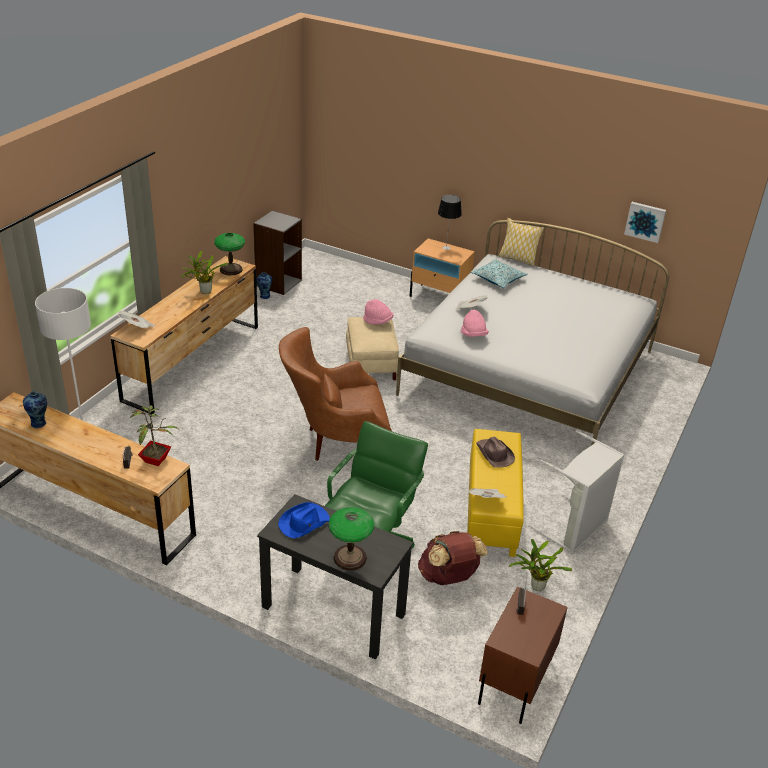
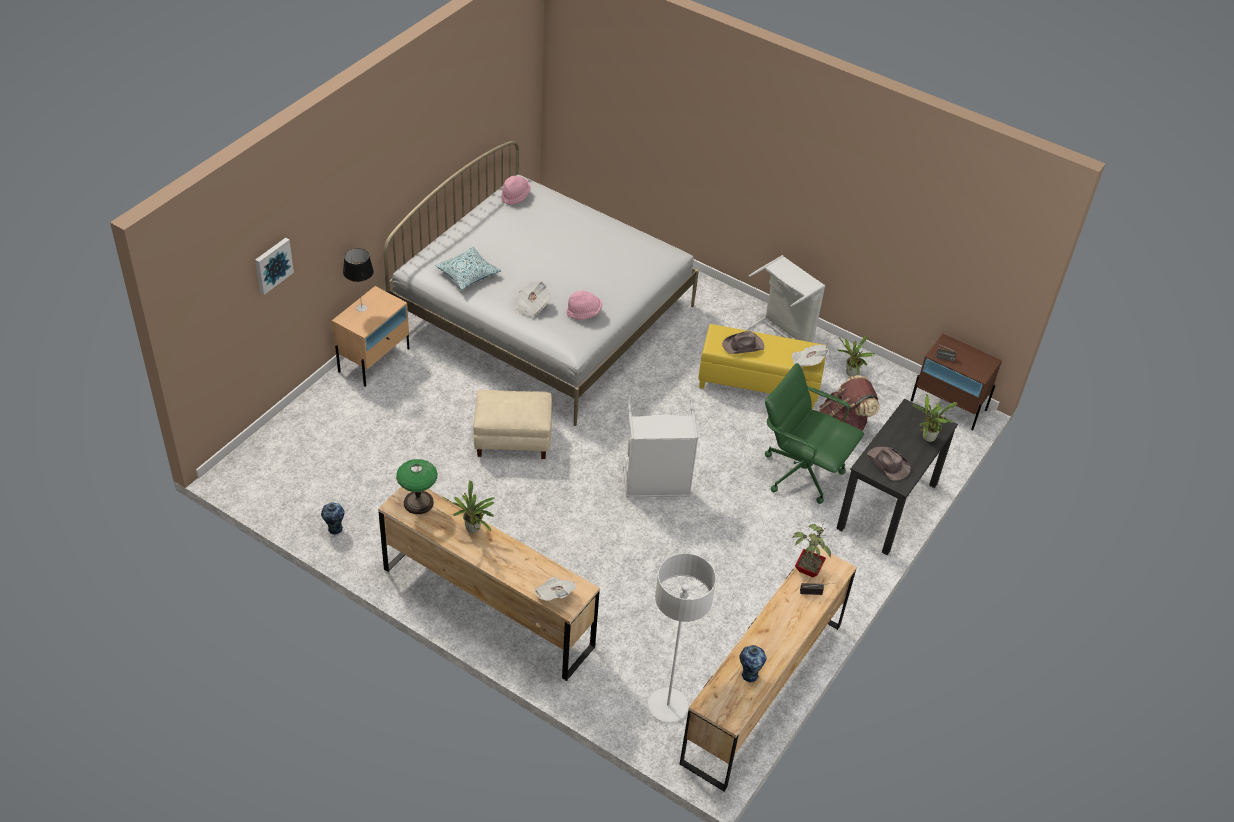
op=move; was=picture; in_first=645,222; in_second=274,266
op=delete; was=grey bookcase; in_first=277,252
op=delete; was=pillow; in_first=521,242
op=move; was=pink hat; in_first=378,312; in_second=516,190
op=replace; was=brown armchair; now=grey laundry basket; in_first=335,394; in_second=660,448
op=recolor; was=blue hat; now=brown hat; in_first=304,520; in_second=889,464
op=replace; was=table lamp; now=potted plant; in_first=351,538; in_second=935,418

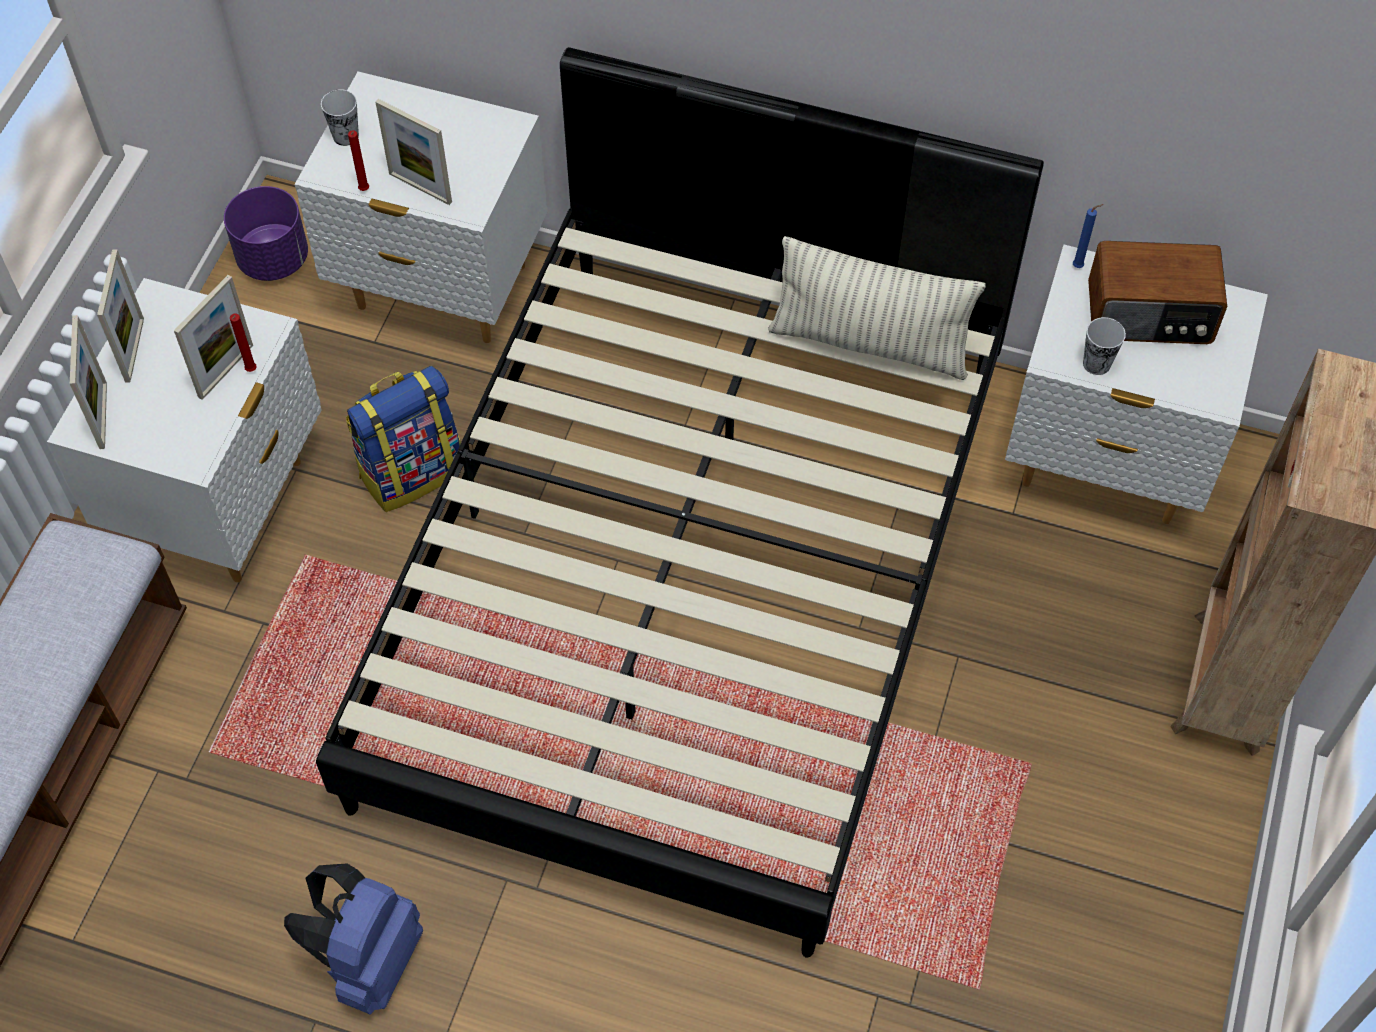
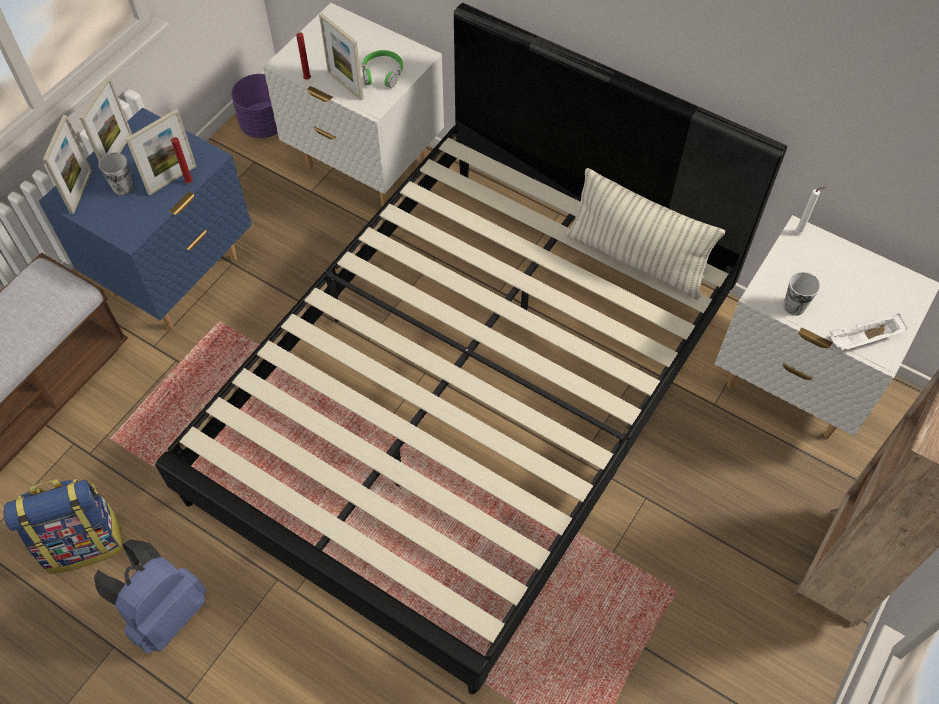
op=move; was=cup; in_first=340,117; in_second=116,174
op=recolor; was=blue candle; now=white candle; in_first=1088,236; in_second=811,210
op=delete; was=radio; in_first=1157,292
op=recolor; was=white nightstand; now=blue nightstand; in_first=184,430; in_second=145,218
op=move; was=backpack; in_first=403,439; in_second=63,526
op=insert; now=green headphones; in_second=382,69
op=insert; now=white tray; in_second=868,332

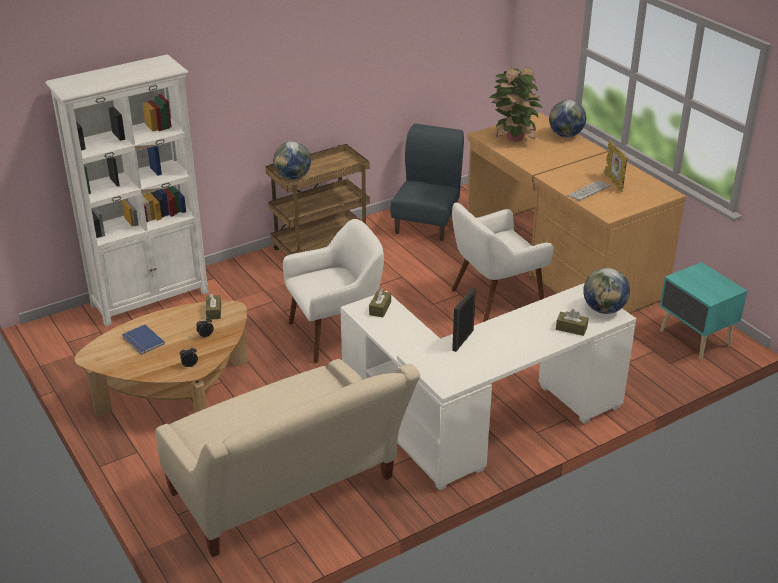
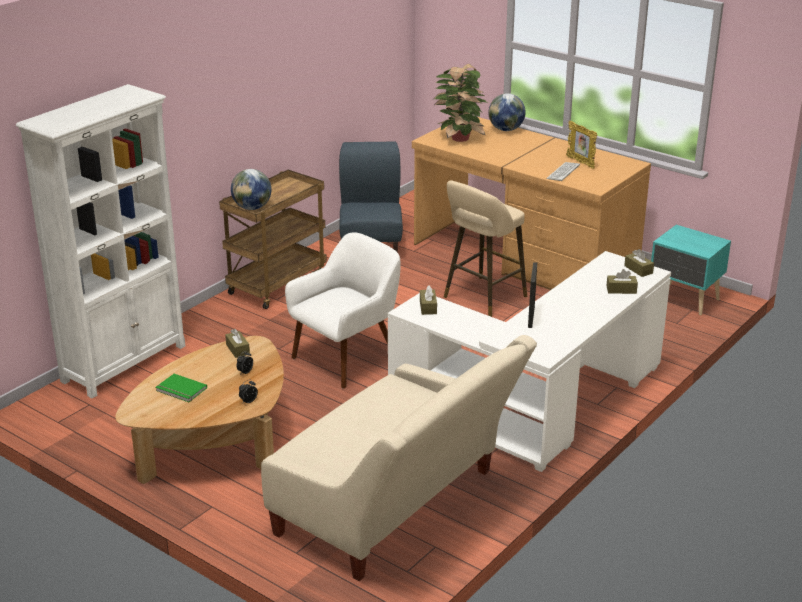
op=replace; was=white armchair; now=beige stool; in_first=502,262; in_second=485,248
op=replace; was=globe; now=brown tissue box; in_first=606,291; in_second=639,263
op=recolor; was=blue book; now=green book; in_first=143,340; in_second=181,388

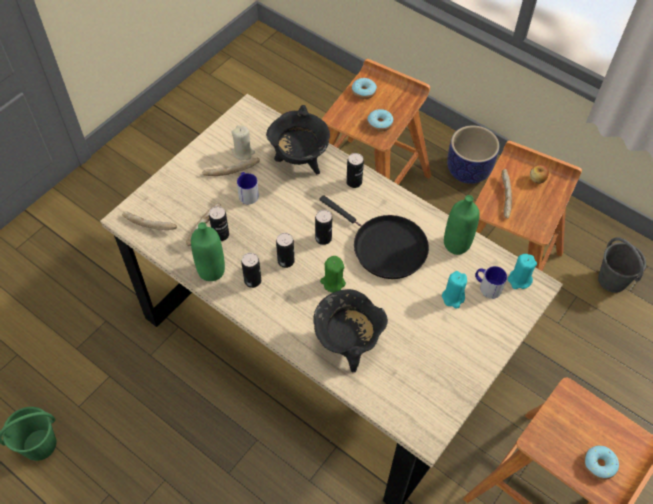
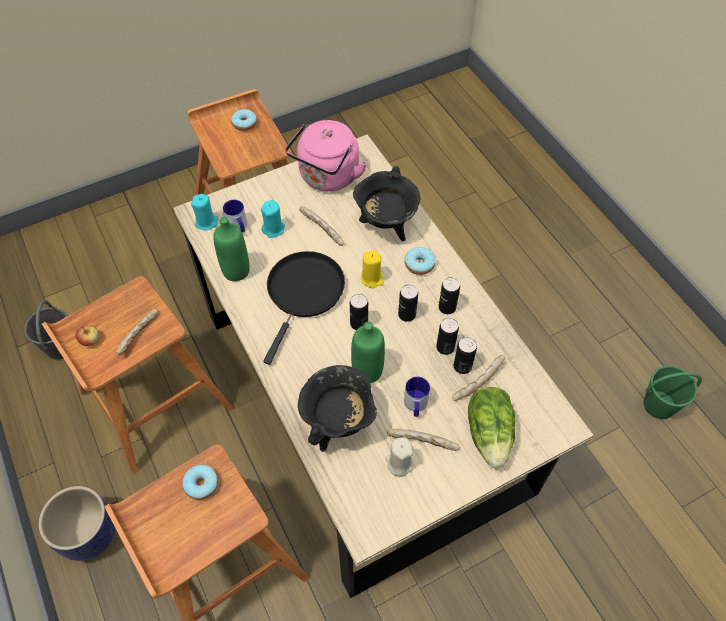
op=move; was=donut; in_first=364,88; in_second=420,261
op=move; was=can; in_first=355,170; in_second=447,336
op=rotate; was=black frying pan; in_first=374,237; in_second=304,308; clockwise=45
op=move; was=bread; in_first=149,220; in_second=322,226
op=move; was=green bottle; in_first=208,251; in_second=368,352
op=recolor; was=green candle; now=yellow candle; in_first=333,274; in_second=372,269
op=insert; now=pink kettle; in_second=326,155
op=insert; now=lettuce; in_second=492,427

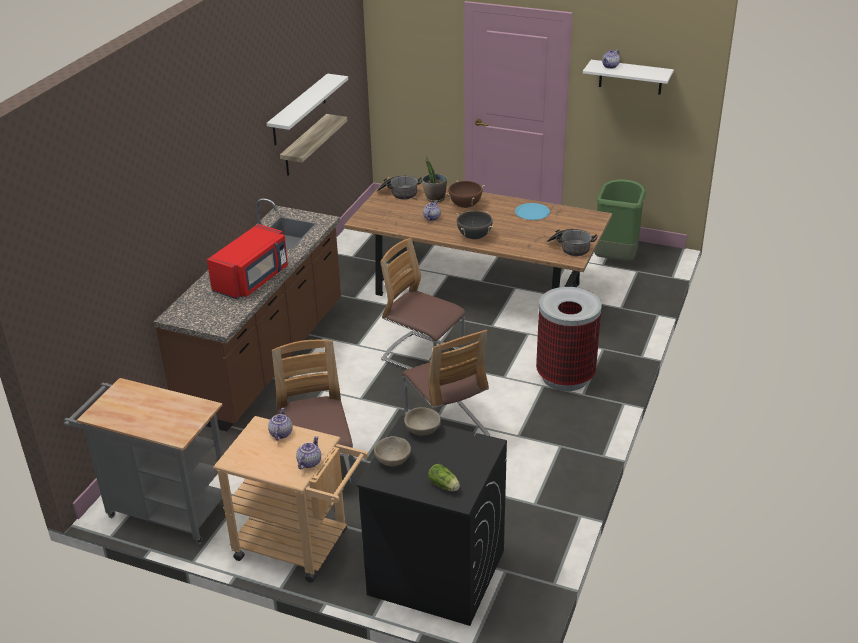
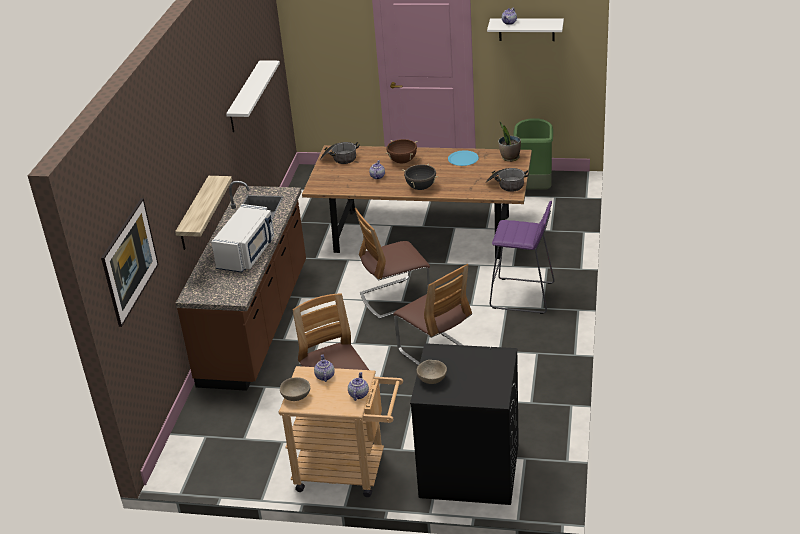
op=move; was=shelf; in_first=313,145; in_second=203,213
op=move; was=potted plant; in_first=434,179; in_second=509,141
op=recolor; was=red microwave; now=white microwave; in_first=247,261; in_second=242,238
op=rotate; was=chair; in_first=423,303; in_second=392,263; clockwise=-45
op=replace; was=trash can; now=purple stool; in_first=569,339; in_second=522,257
op=delete; was=grey cart; in_first=143,461
op=move; was=beige bowl; in_first=422,421; in_second=295,389
op=delete; was=lettuce; in_first=444,477
op=insert; now=picture; in_second=130,262

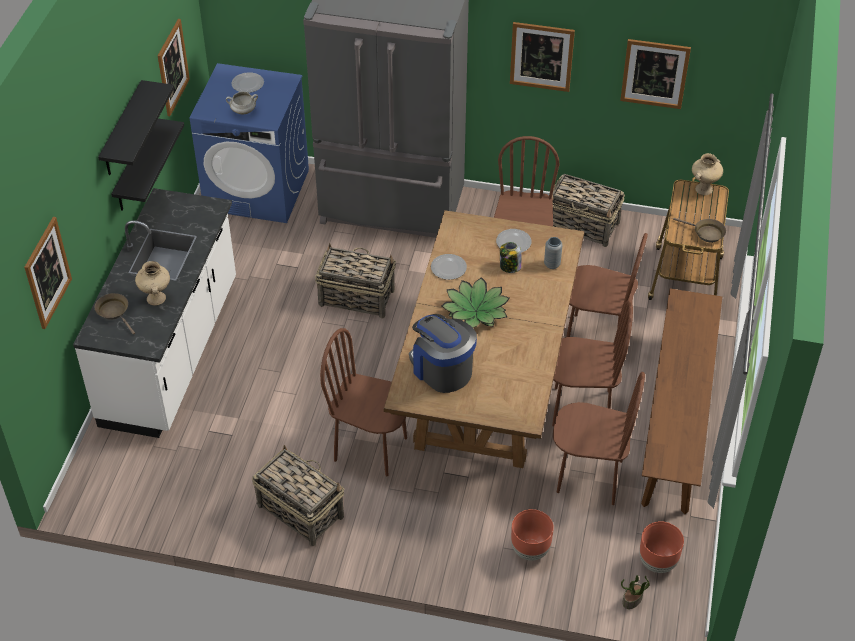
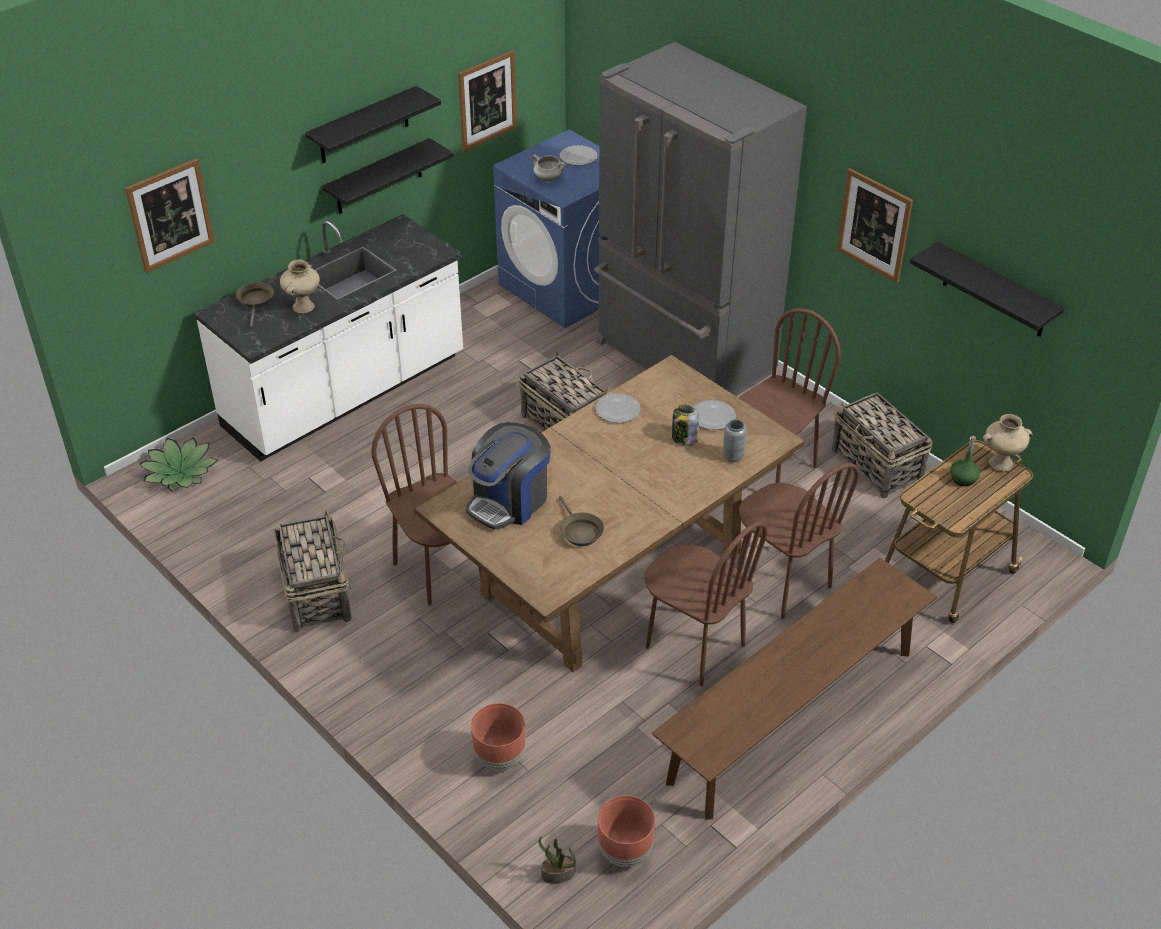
op=replace; was=picture; now=black shelf; in_first=655,74; in_second=987,289
op=move; was=brown frying pan; in_first=699,230; in_second=581,521
op=move; was=potted plant; in_first=476,302; in_second=178,464
op=rotate; was=coffee machine; in_first=443,353; in_second=508,476; clockwise=-135
op=delete; was=brown chair; in_first=599,438
op=insert; now=green bottle; in_second=965,461

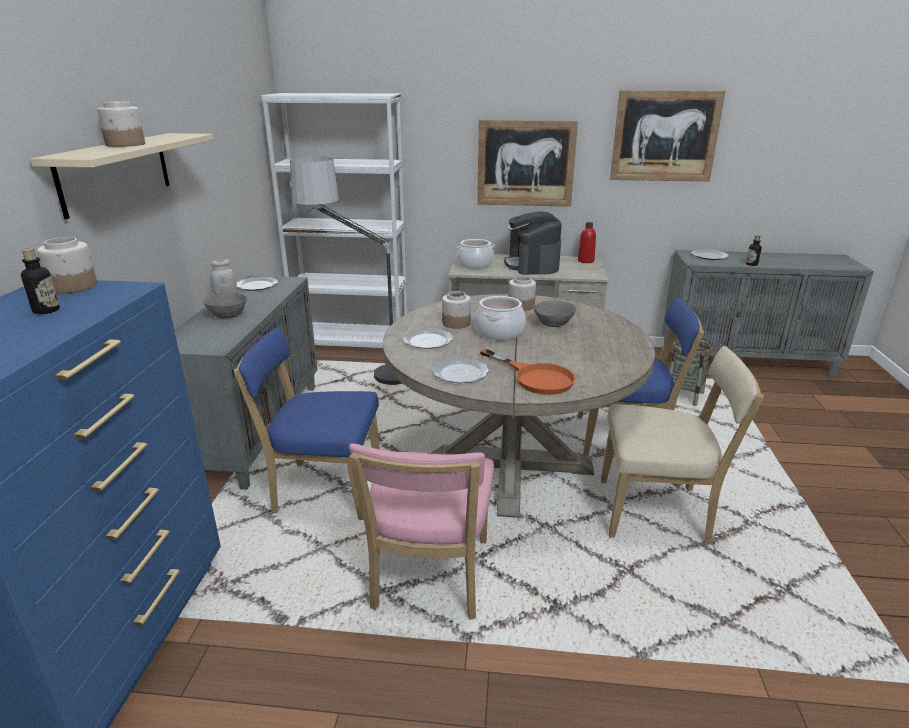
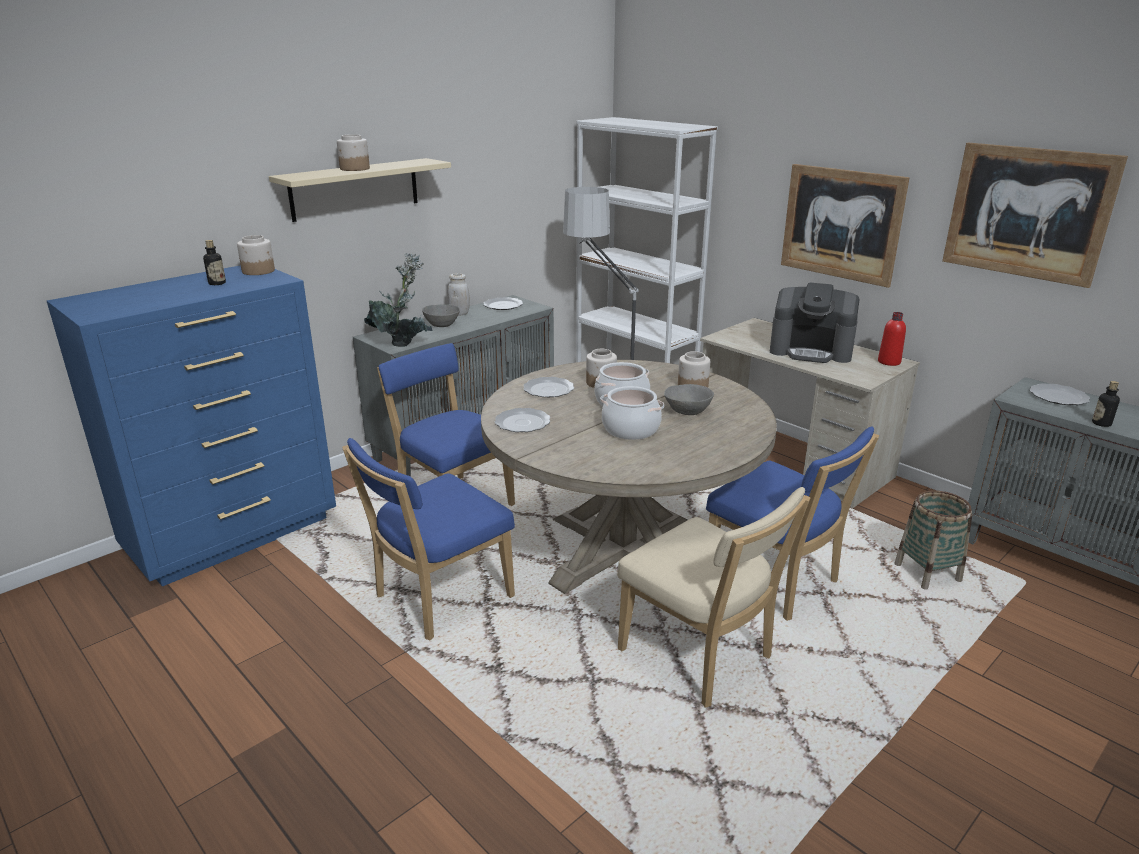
op=rotate; was=coffee machine; in_first=532,243; in_second=814,323; clockwise=-105
op=move; was=cooking pot; in_first=475,254; in_second=632,413
op=delete; was=orange frying pan; in_first=528,372
op=recolor; was=pink chair; now=blue chair; in_first=421,531; in_second=428,539
op=insert; now=potted plant; in_second=398,300

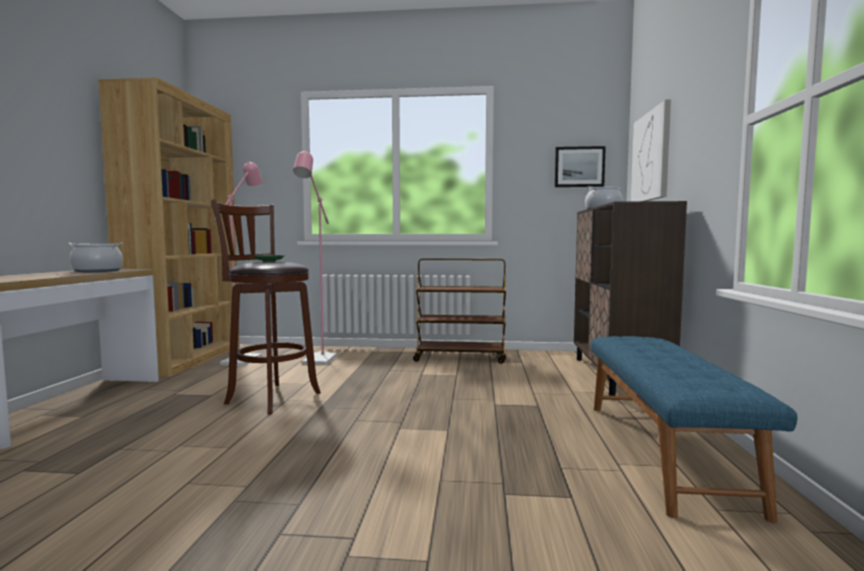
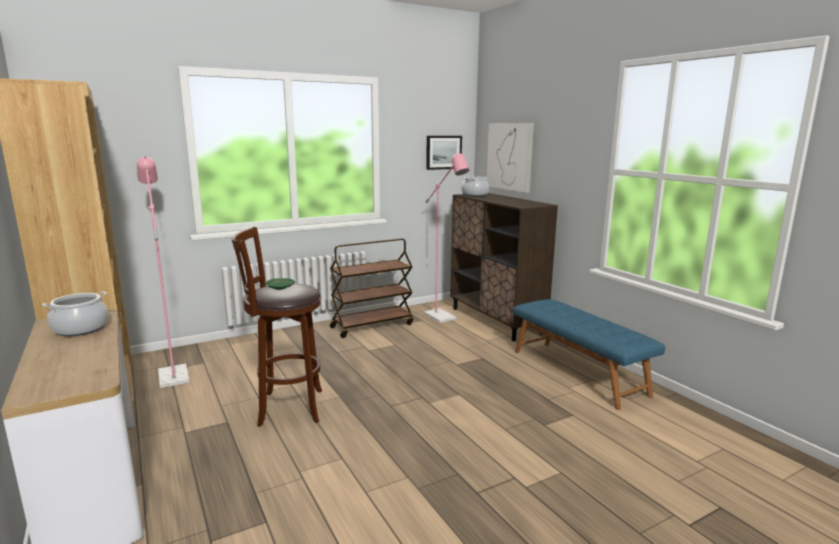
op=move; was=pink floor lamp; in_first=315,258; in_second=446,237

